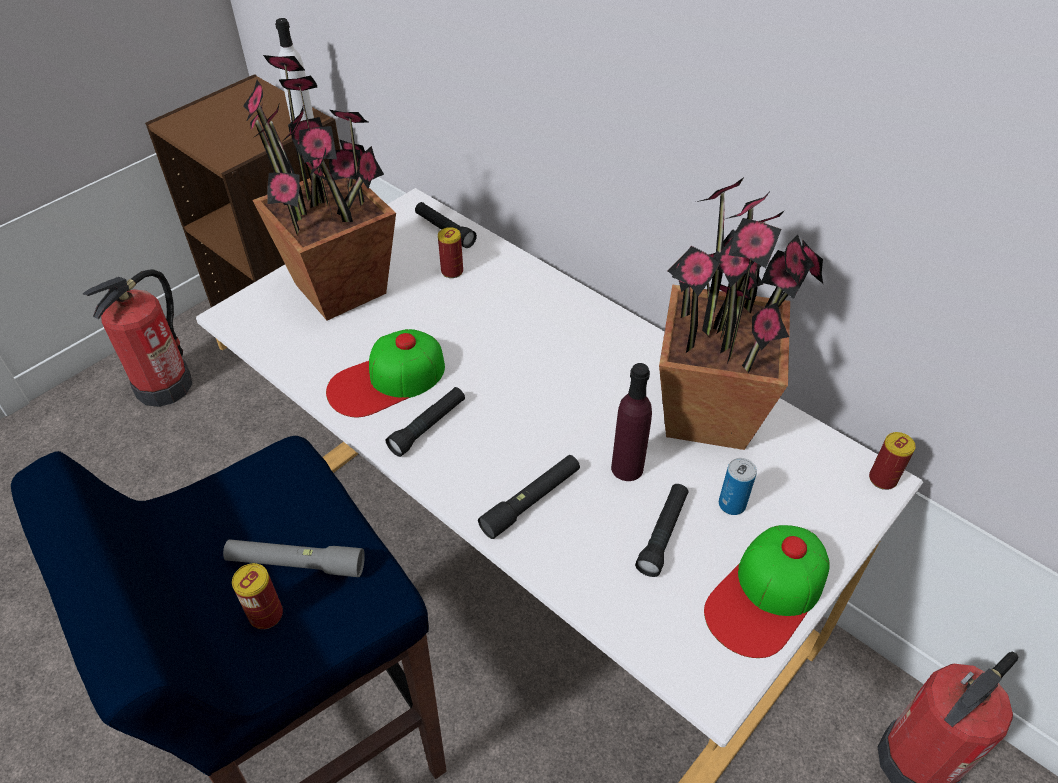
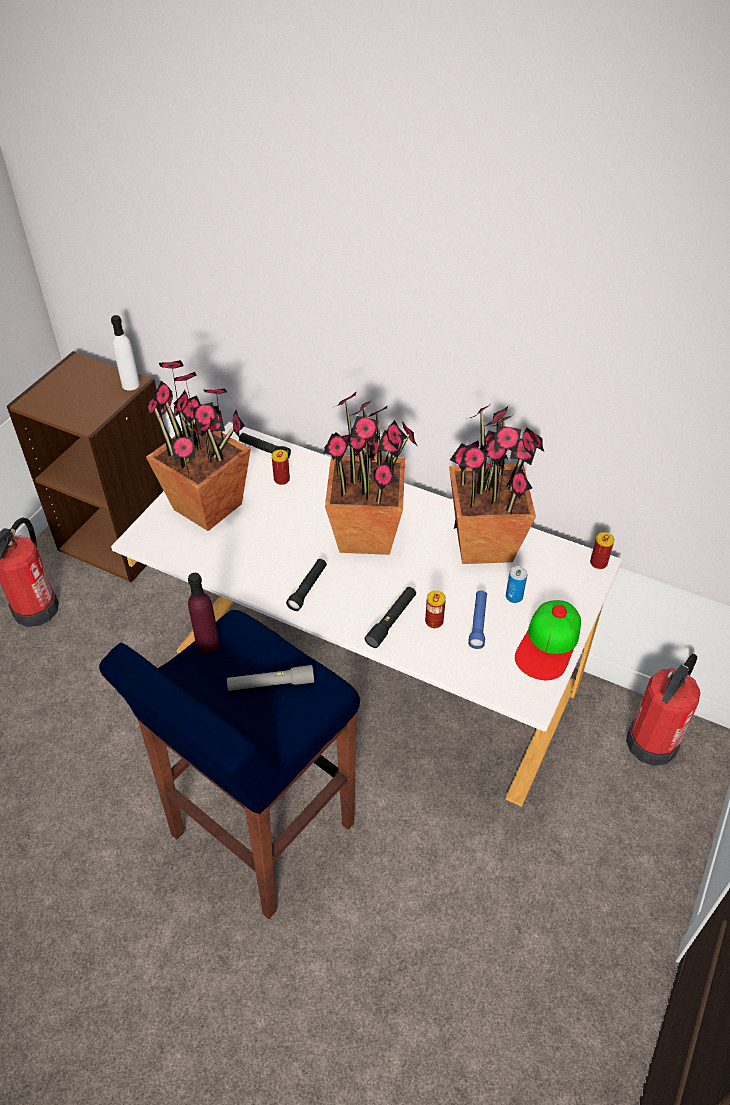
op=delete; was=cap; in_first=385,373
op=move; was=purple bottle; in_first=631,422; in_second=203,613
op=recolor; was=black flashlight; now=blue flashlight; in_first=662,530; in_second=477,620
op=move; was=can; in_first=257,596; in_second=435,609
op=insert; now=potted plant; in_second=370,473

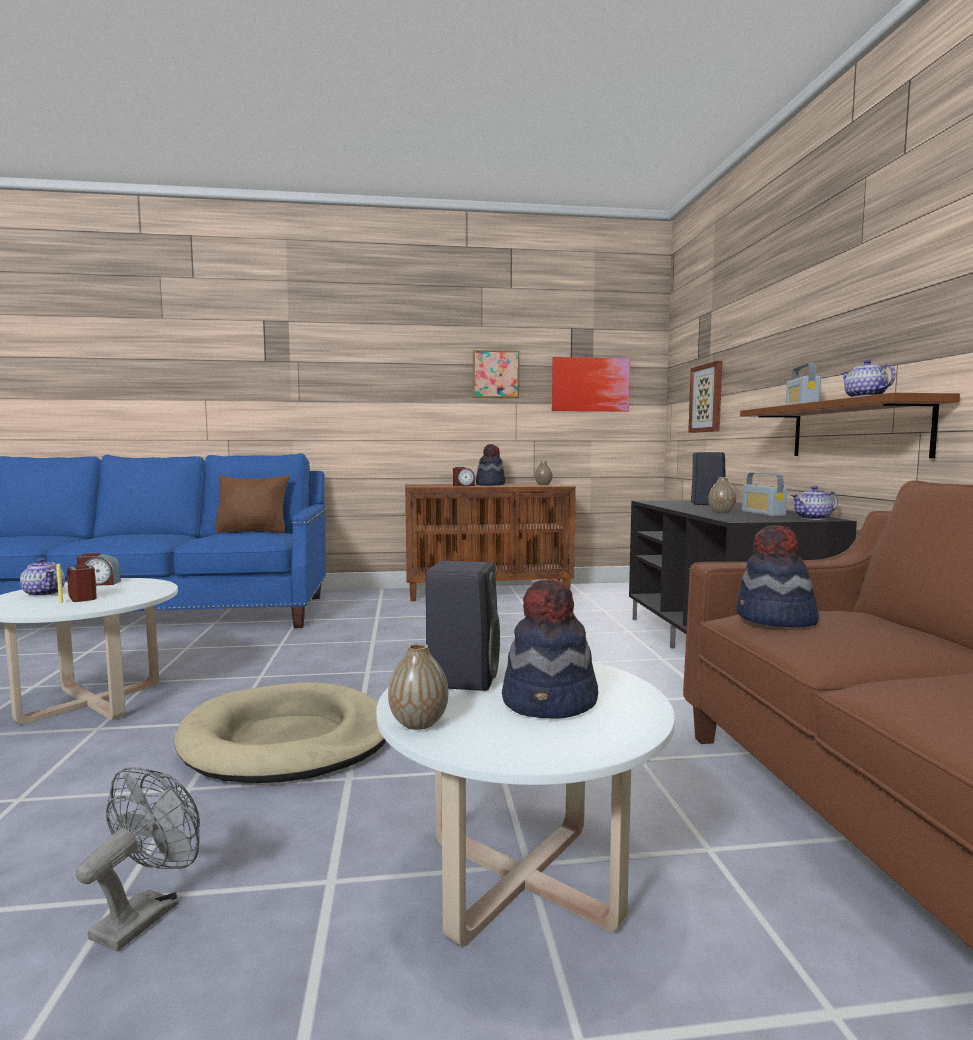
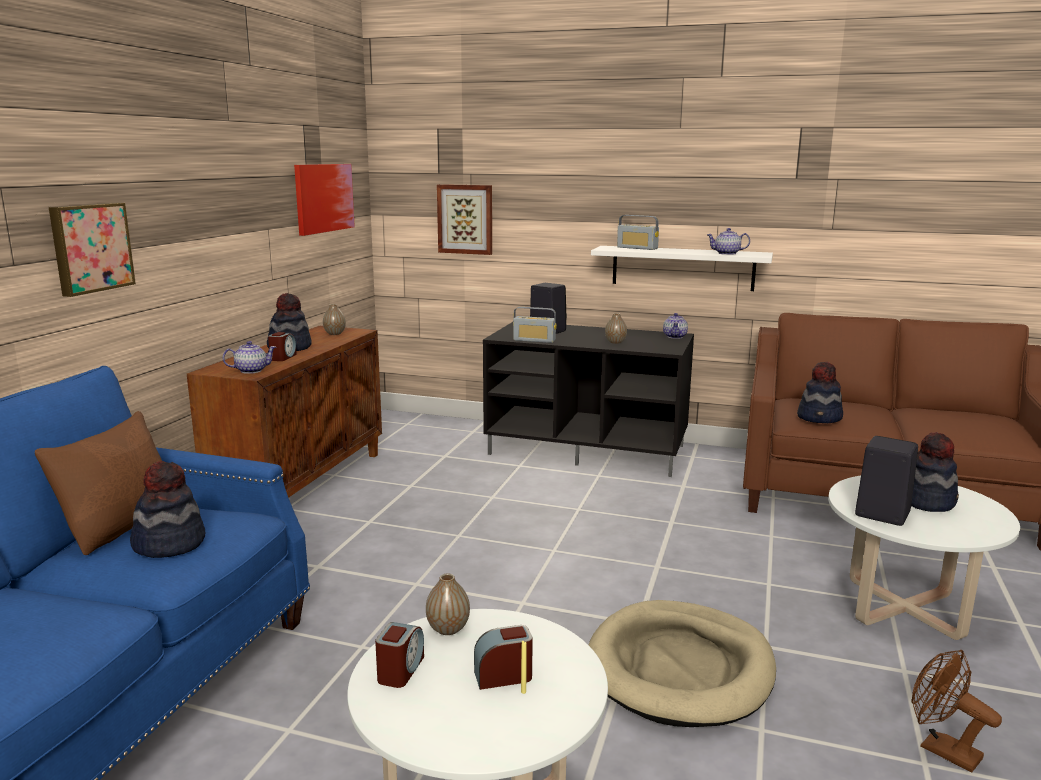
op=move; was=picture; in_first=496,374; in_second=92,250
op=recolor; was=brown shelf; now=white shelf; in_first=850,425; in_second=682,268
op=move; was=radio; in_first=764,494; in_second=535,325
op=move; was=teapot; in_first=42,577; in_second=249,357
op=move; was=vase; in_first=418,686; in_second=448,604
op=recolor; was=grey fan; now=brown fan; in_first=138,859; in_second=956,711
op=insert; now=hat; in_second=167,509

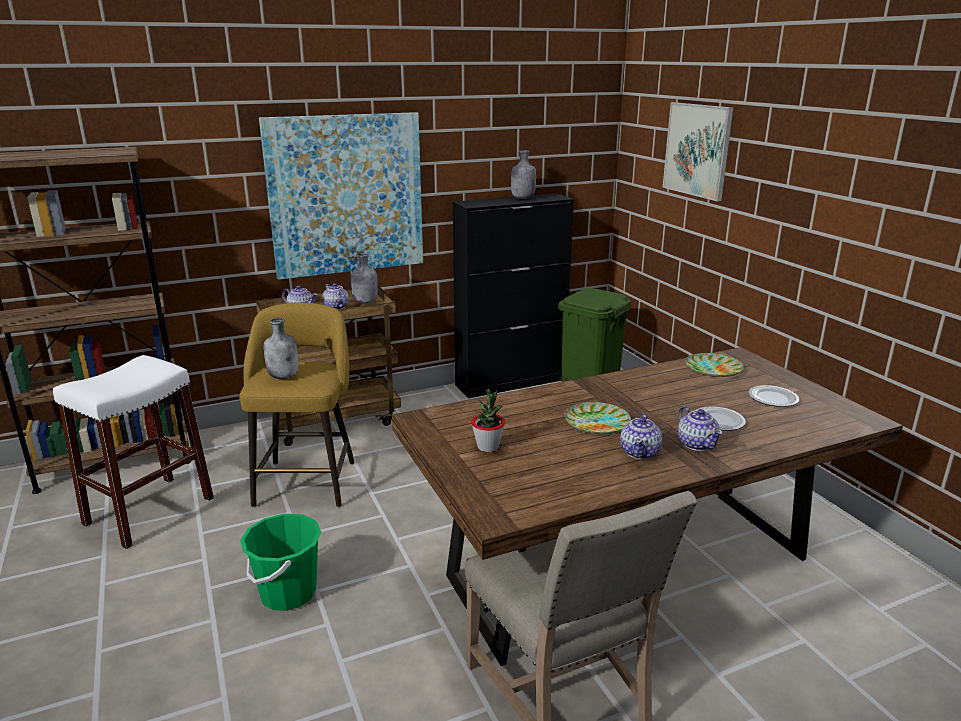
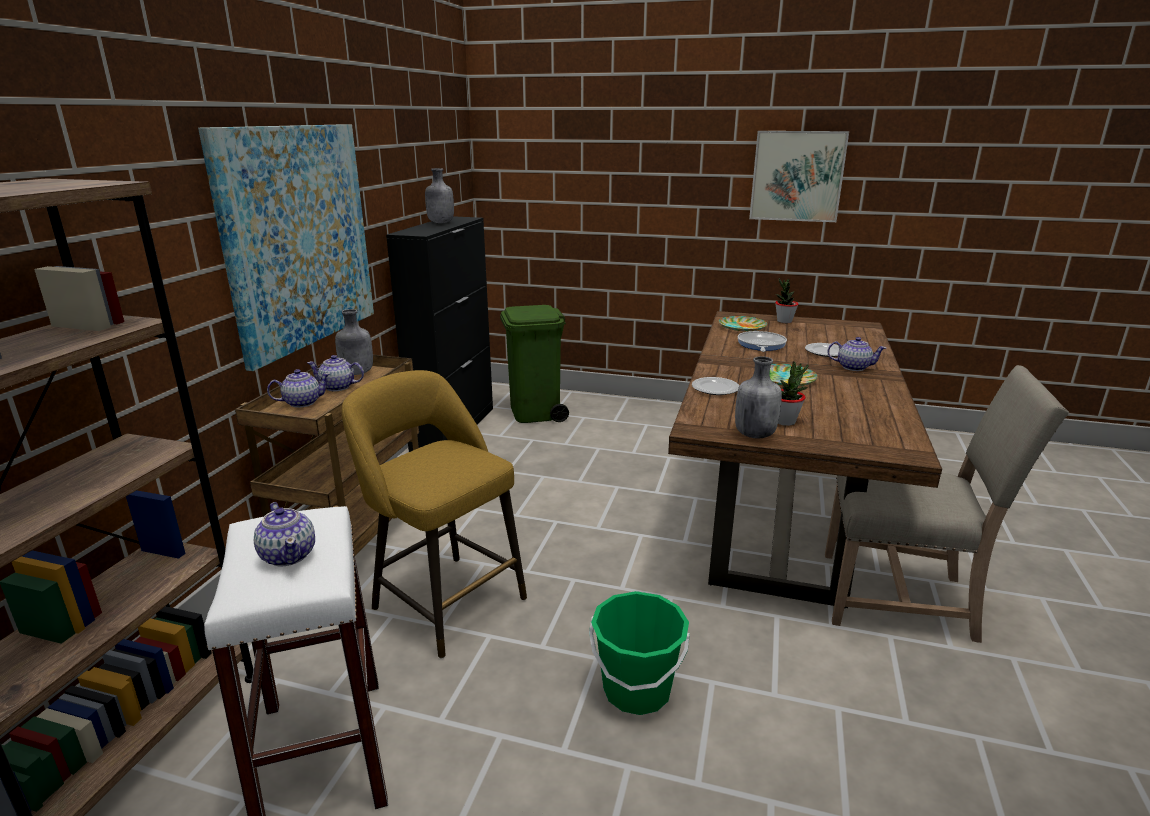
op=move; was=picture; in_first=698,151; in_second=799,176
op=move; was=grey bottle; in_first=281,348; in_second=758,397
op=move; was=plate; in_first=773,396; in_second=715,386
op=move; was=teapot; in_first=641,436; in_second=284,534
op=insert; now=potted plant; in_second=786,300
op=insert; now=frying pan; in_second=762,341

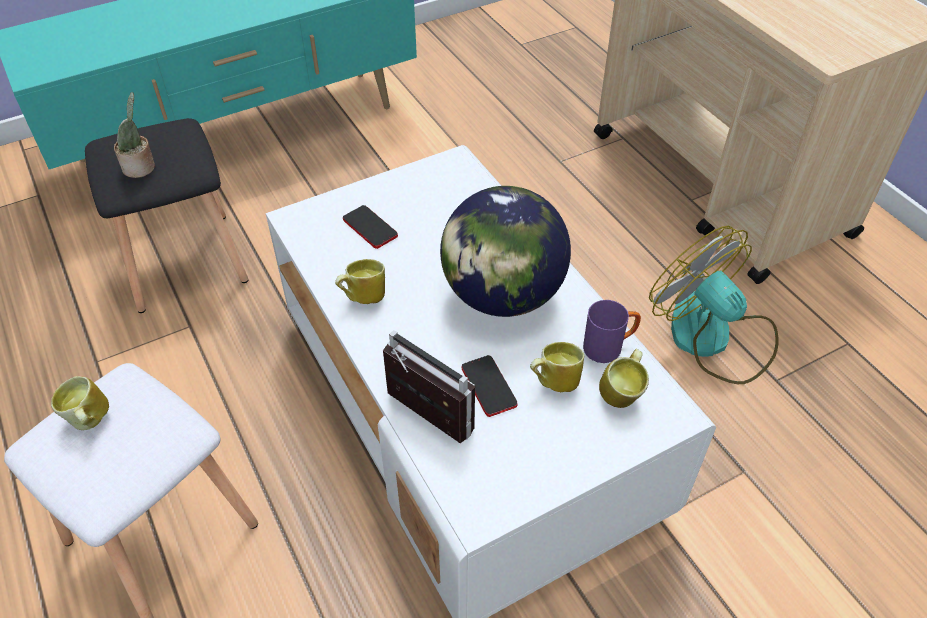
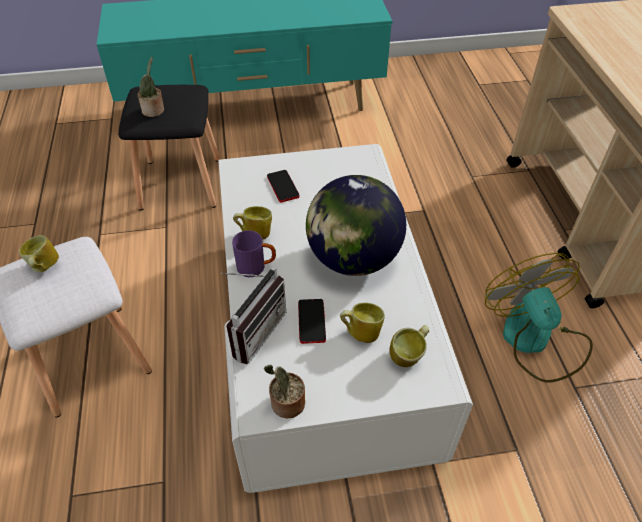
op=move; was=purple mug; in_first=612,331; in_second=254,253
op=rotate; was=radio; in_first=429,386; in_second=253,315; clockwise=60
op=insert; now=potted plant; in_second=284,391

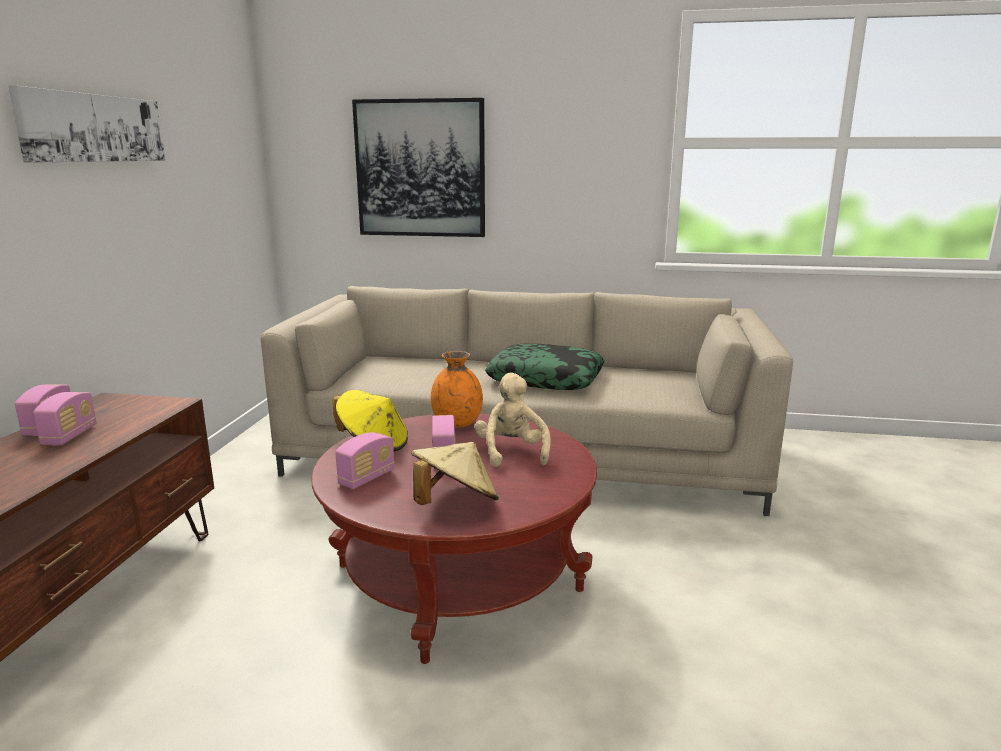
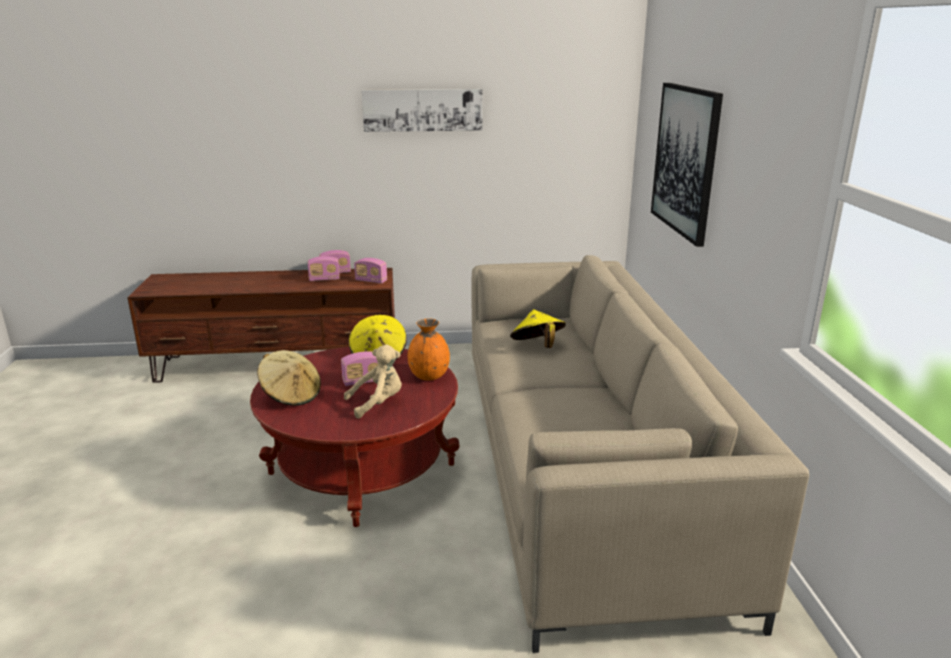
op=delete; was=pillow; in_first=545,367
op=move; was=radio; in_first=365,460; in_second=370,271
op=insert; now=yellow hat; in_second=538,328

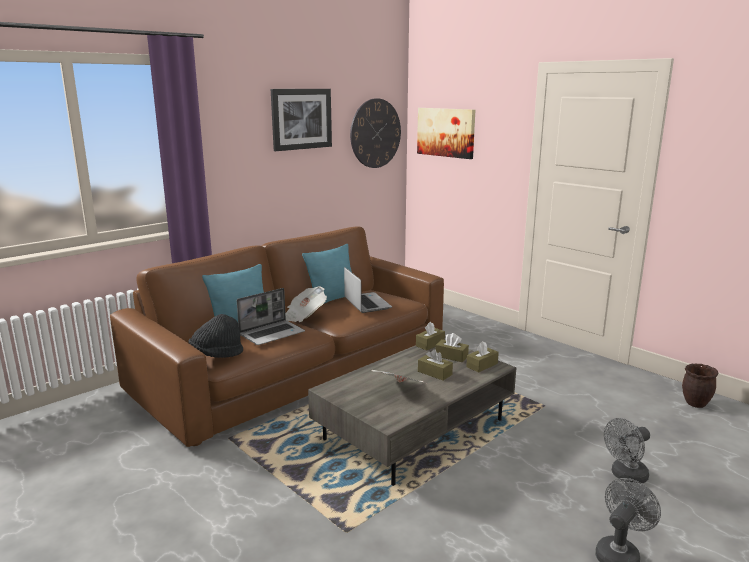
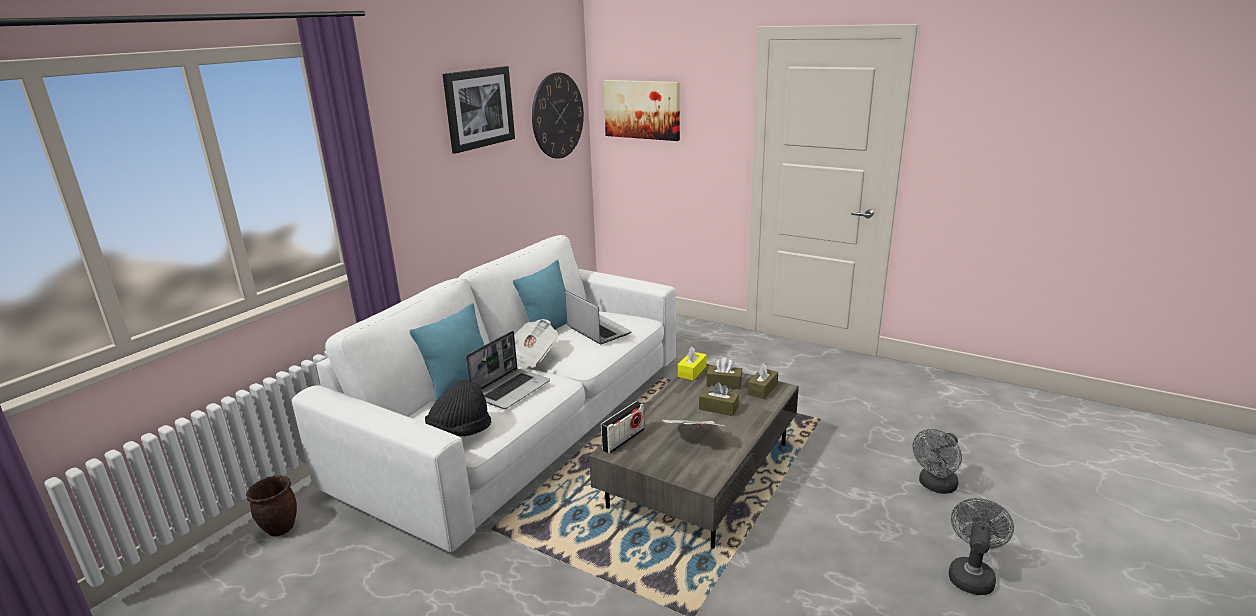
op=recolor; was=brown sofa; now=white sofa; in_first=277,336; in_second=484,393
op=recolor; was=brown tissue box; now=yellow tissue box; in_first=430,336; in_second=692,363
op=move; was=brown planter; in_first=700,386; in_second=271,506
op=insert; now=radio; in_second=623,427

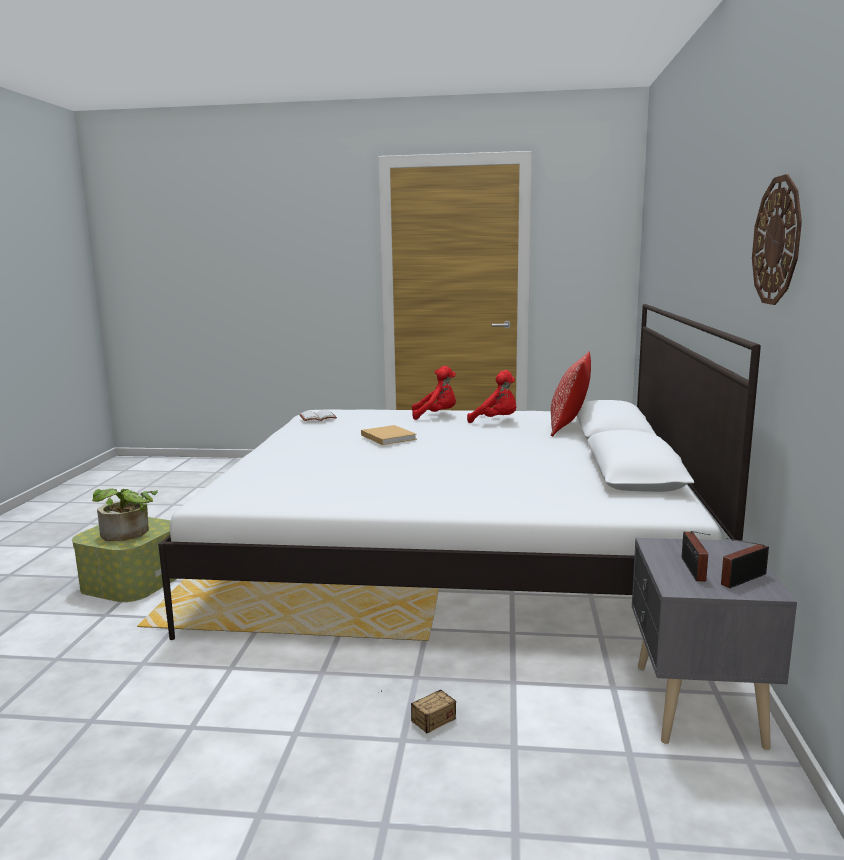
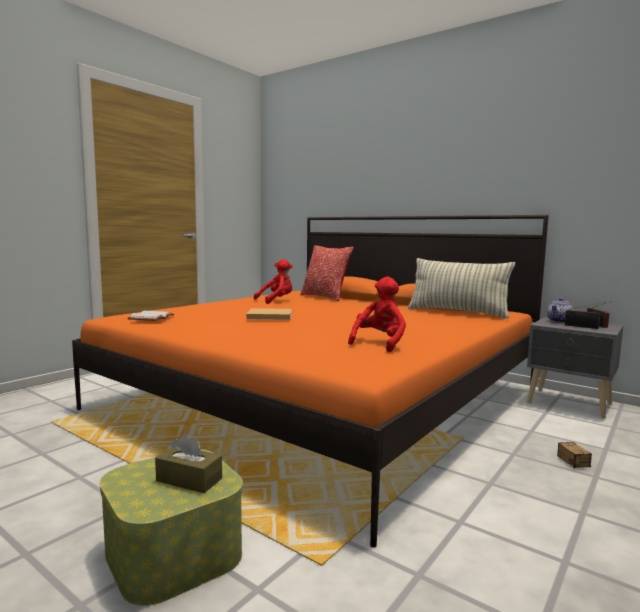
op=delete; was=wall clock; in_first=777,239
op=recolor; was=white bed; now=orange bed; in_first=459,472; in_second=310,381
op=move; was=red plush toy; in_first=434,393; in_second=377,314
op=replace; was=potted plant; now=brown tissue box; in_first=125,514; in_second=188,463
op=insert; now=pillow; in_second=461,288
op=insert; now=teapot; in_second=560,310

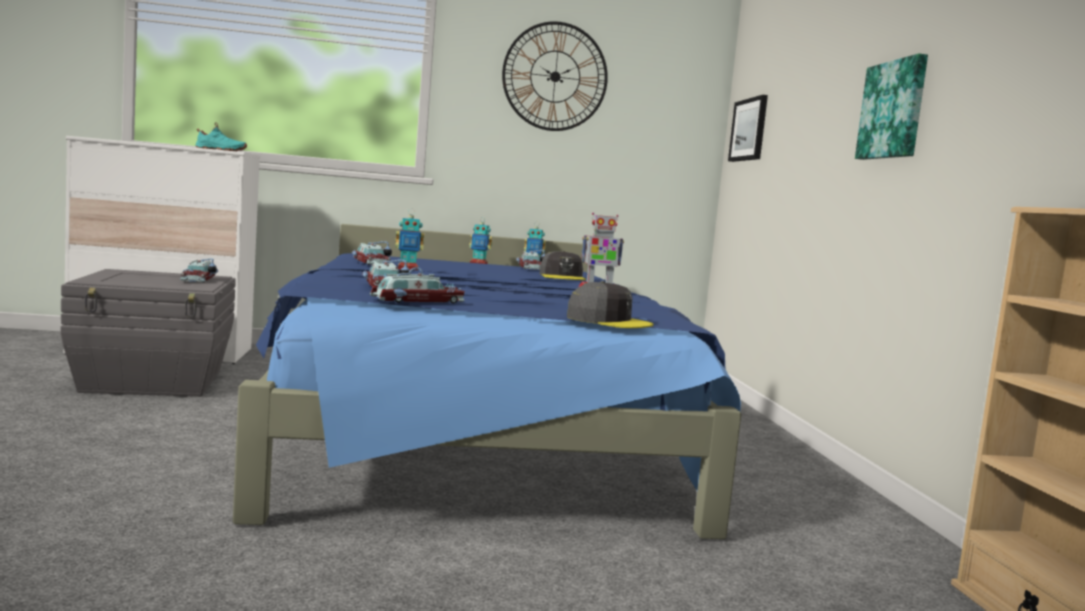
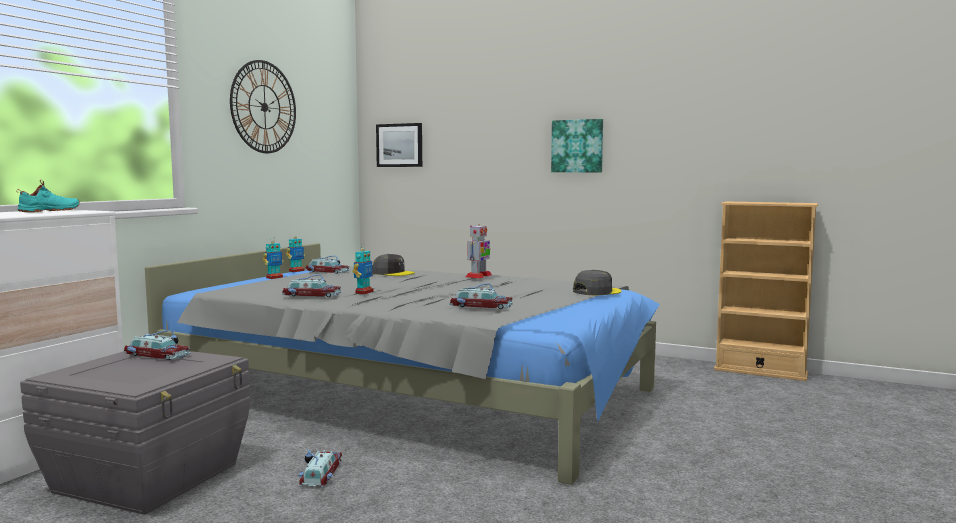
op=recolor; was=blue bed; now=grey bed; in_first=487,381; in_second=402,364
op=move; was=toy car; in_first=417,285; in_second=320,468

